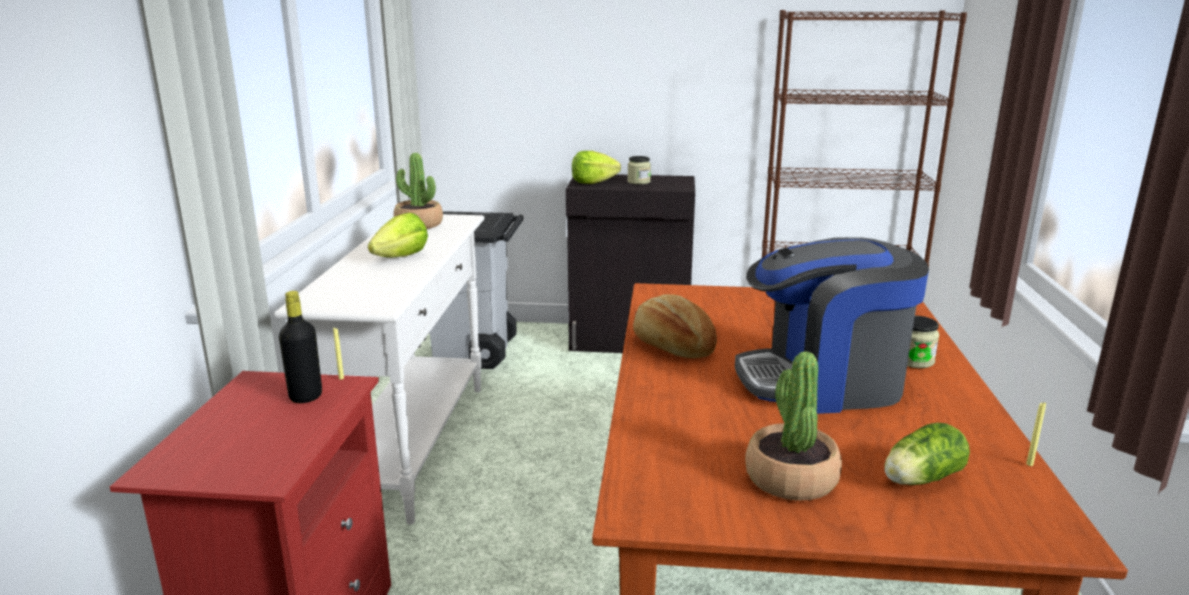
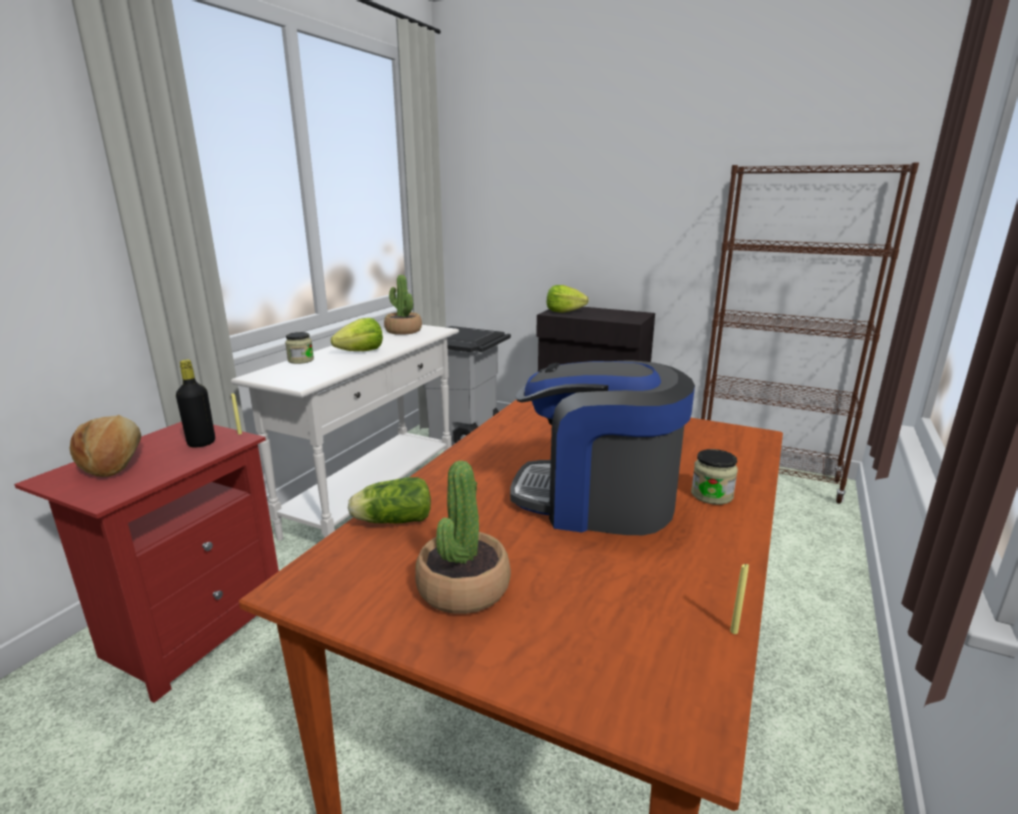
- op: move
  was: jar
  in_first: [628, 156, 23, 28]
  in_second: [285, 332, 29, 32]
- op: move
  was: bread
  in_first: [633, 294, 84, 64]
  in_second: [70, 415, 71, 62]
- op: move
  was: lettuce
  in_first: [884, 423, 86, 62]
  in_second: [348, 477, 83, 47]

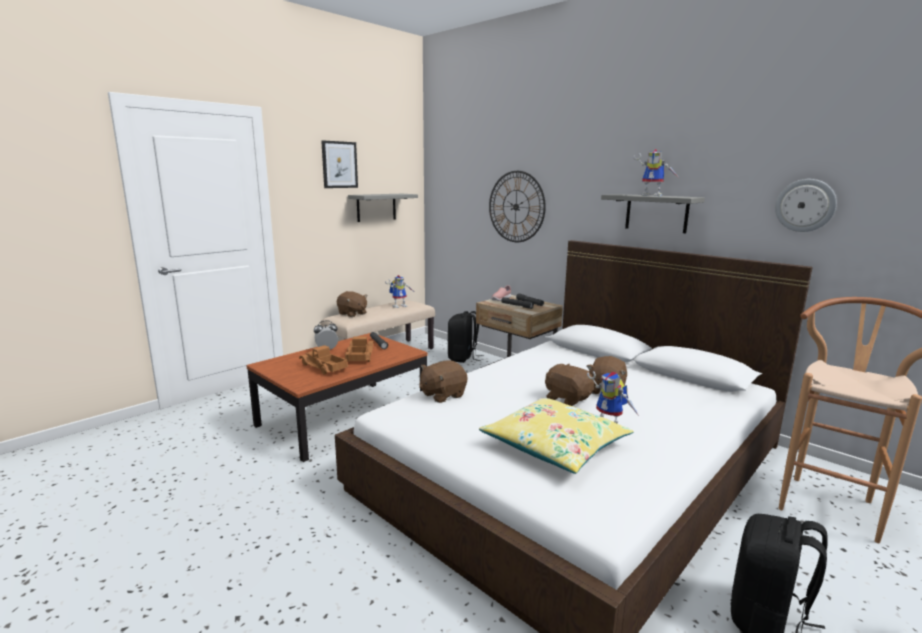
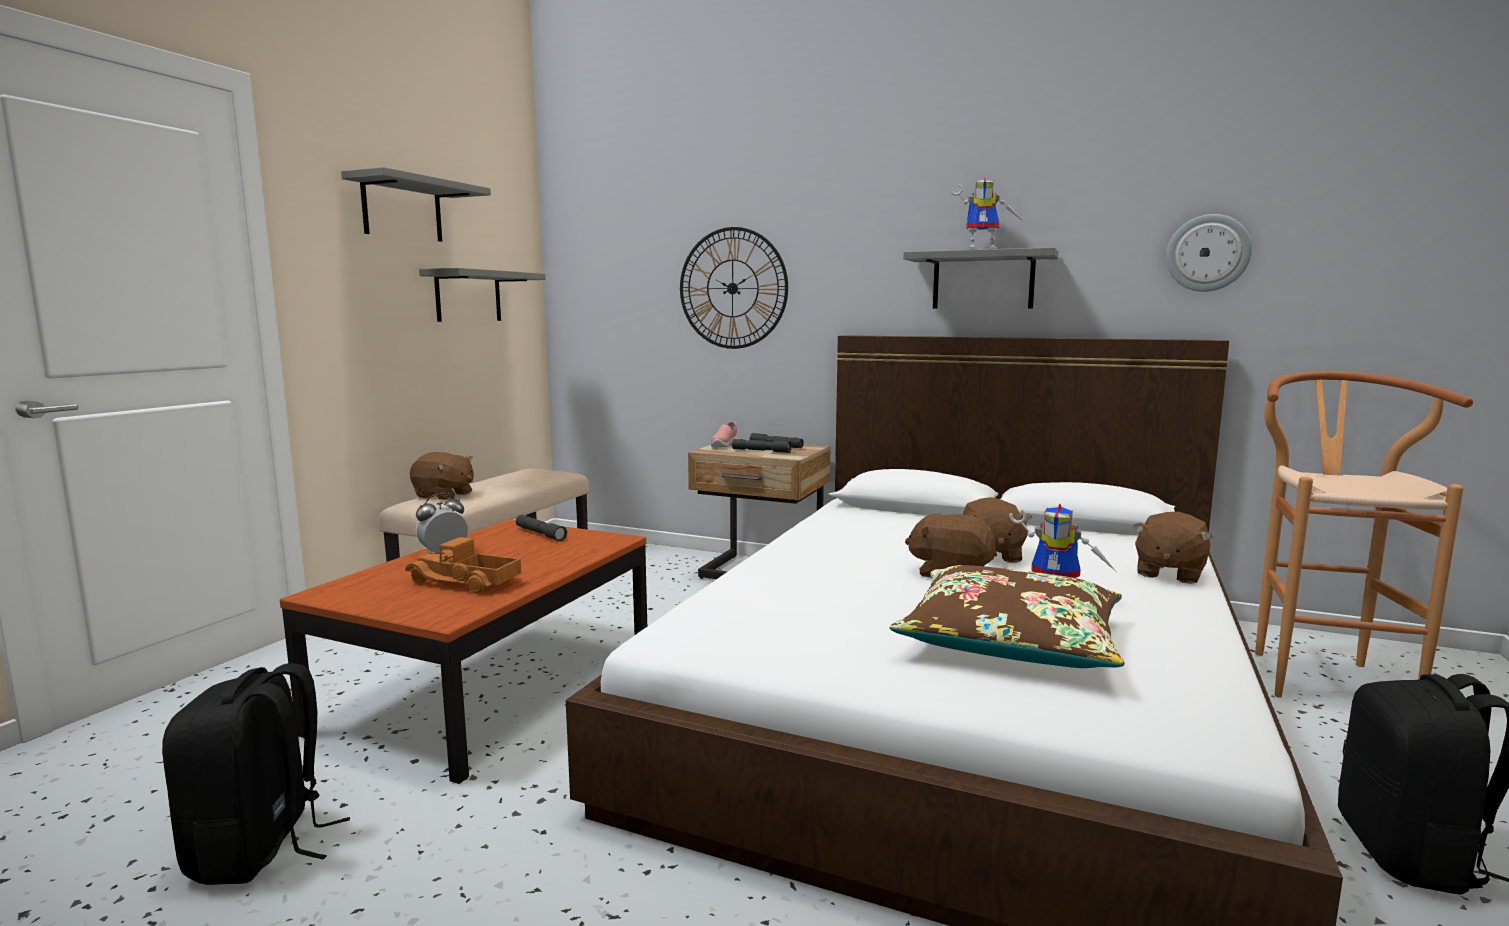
- op: replace
  was: picture
  now: grey shelf
  in_first: [321, 140, 37, 48]
  in_second: [341, 167, 150, 75]
- op: delete
  was: toy robot
  in_first: [385, 275, 28, 33]
- op: move
  was: black backpack
  in_first: [448, 311, 36, 52]
  in_second: [162, 663, 188, 222]
- op: delete
  was: toy truck
  in_first: [345, 336, 29, 26]
- op: move
  was: brown plush toy
  in_first: [419, 360, 49, 43]
  in_second: [1133, 512, 79, 72]
- op: recolor
  was: yellow pillow
  now: brown pillow
  in_first: [479, 398, 155, 76]
  in_second: [890, 565, 235, 103]

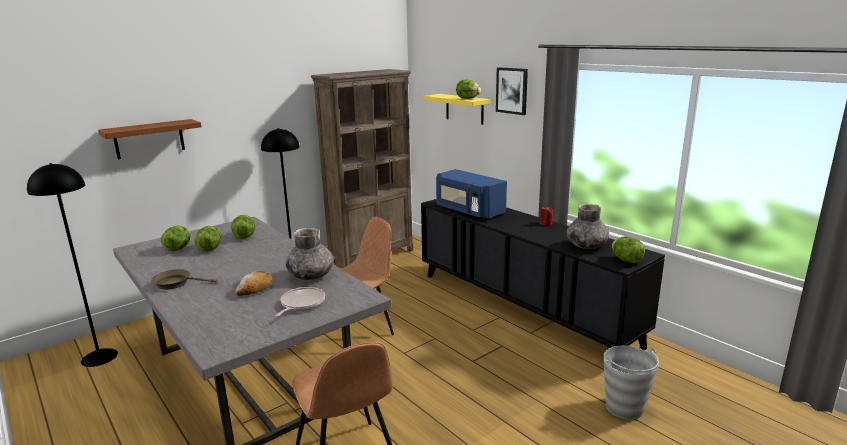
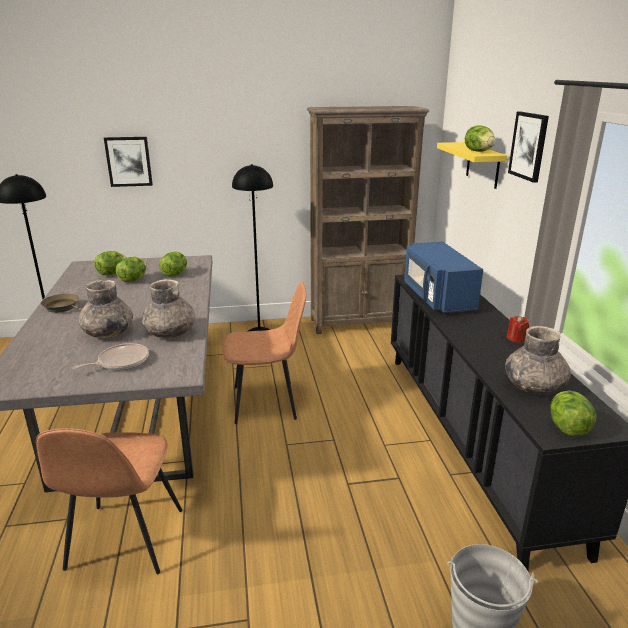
- op: replace
  was: brown shelf
  now: picture
  in_first: [98, 119, 103, 40]
  in_second: [104, 137, 49, 50]
- op: replace
  was: bread
  now: grey vase
  in_first: [235, 271, 38, 25]
  in_second: [78, 280, 55, 58]

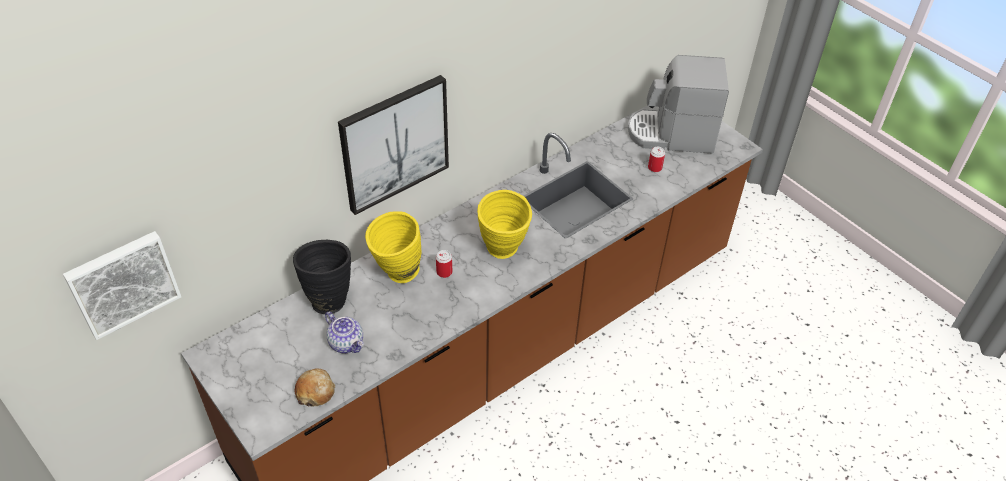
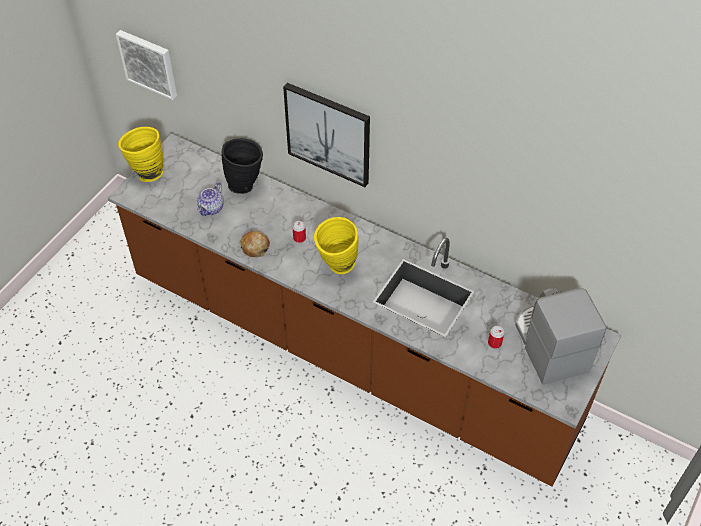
- op: move
  was: yellow vase
  in_first: [365, 211, 56, 72]
  in_second: [118, 127, 45, 55]
- op: move
  was: bread
  in_first: [294, 369, 41, 37]
  in_second: [239, 231, 31, 26]

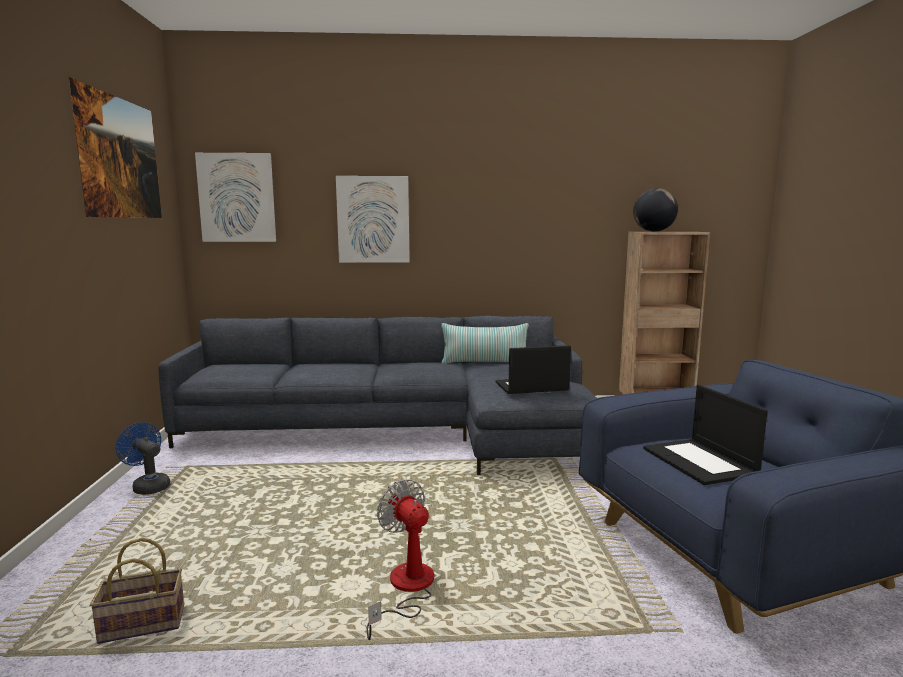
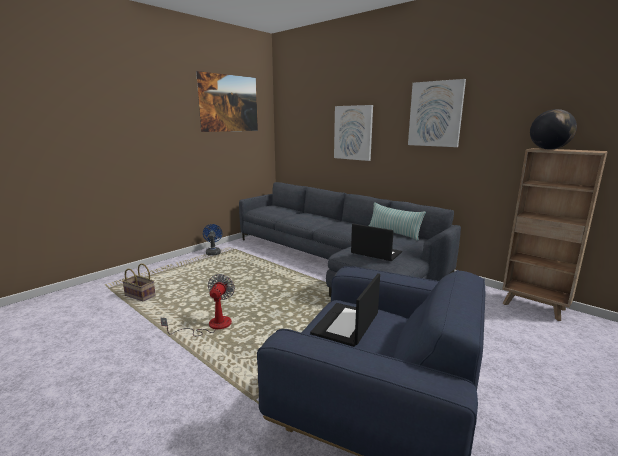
- op: move
  was: picture
  in_first: [195, 153, 81, 89]
  in_second: [408, 79, 58, 68]

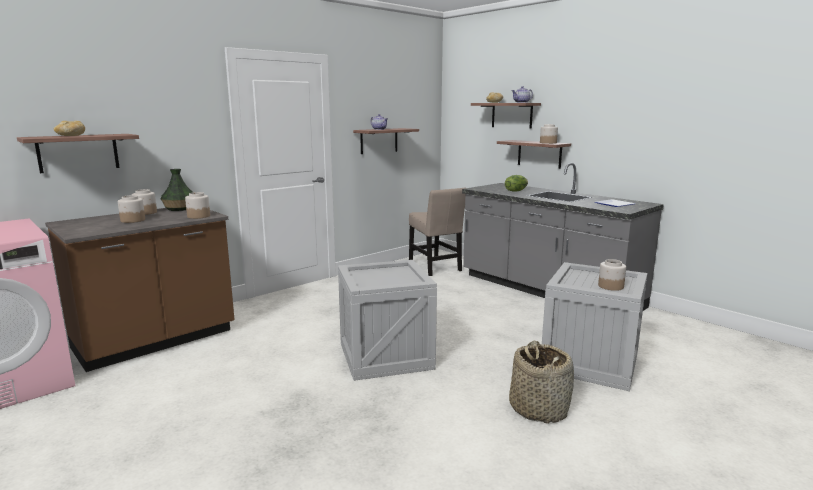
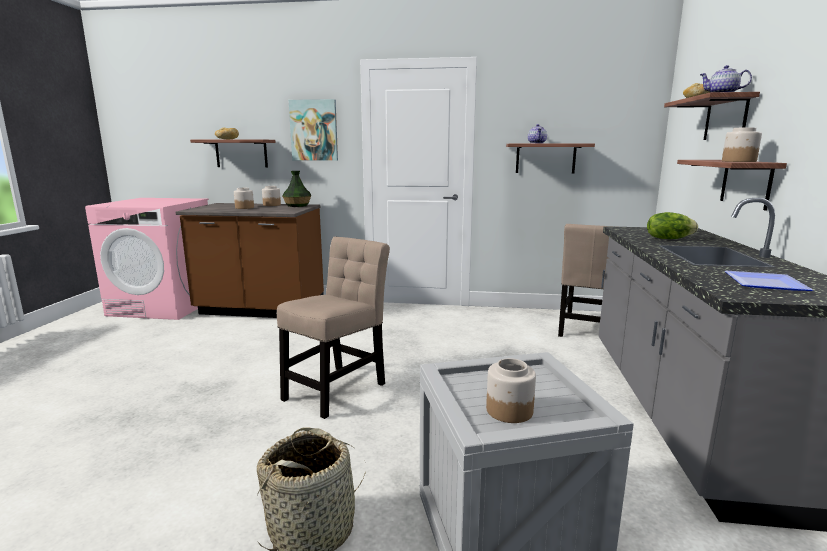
- op: delete
  was: jar
  in_first: [185, 192, 25, 27]
- op: replace
  was: crate
  now: beige chair
  in_first: [338, 260, 99, 121]
  in_second: [277, 237, 113, 182]
- op: insert
  now: picture
  in_second: [288, 99, 50, 62]

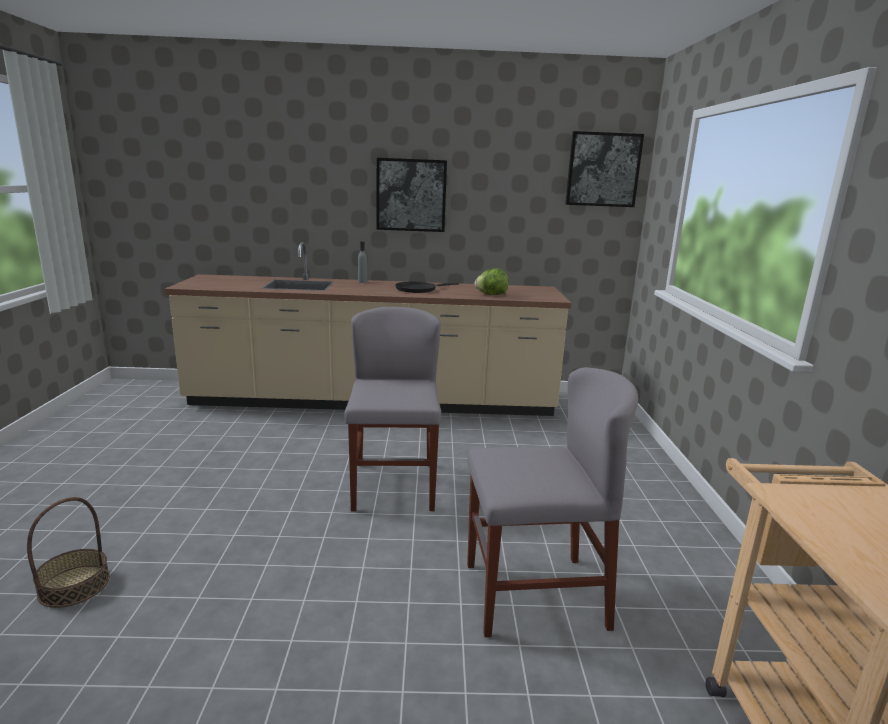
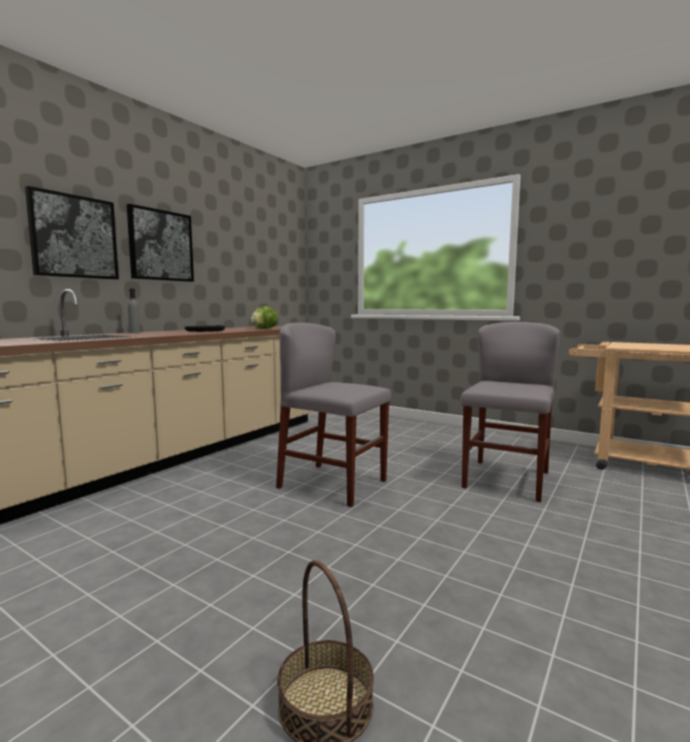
- op: move
  was: picture
  in_first: [565, 131, 79, 76]
  in_second: [25, 186, 94, 94]

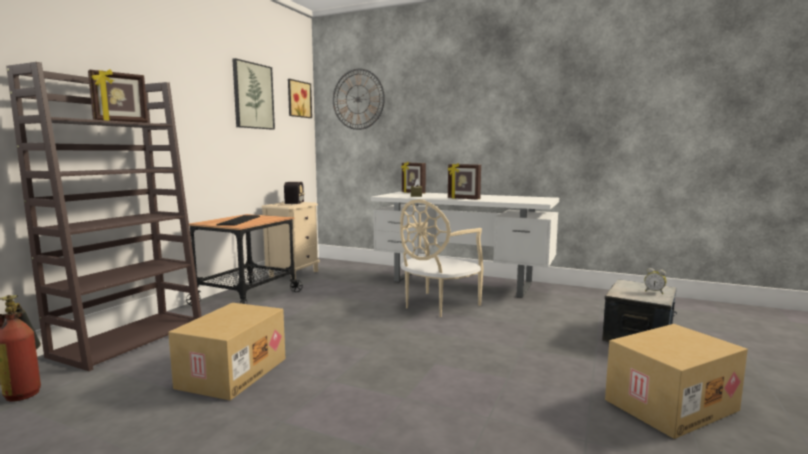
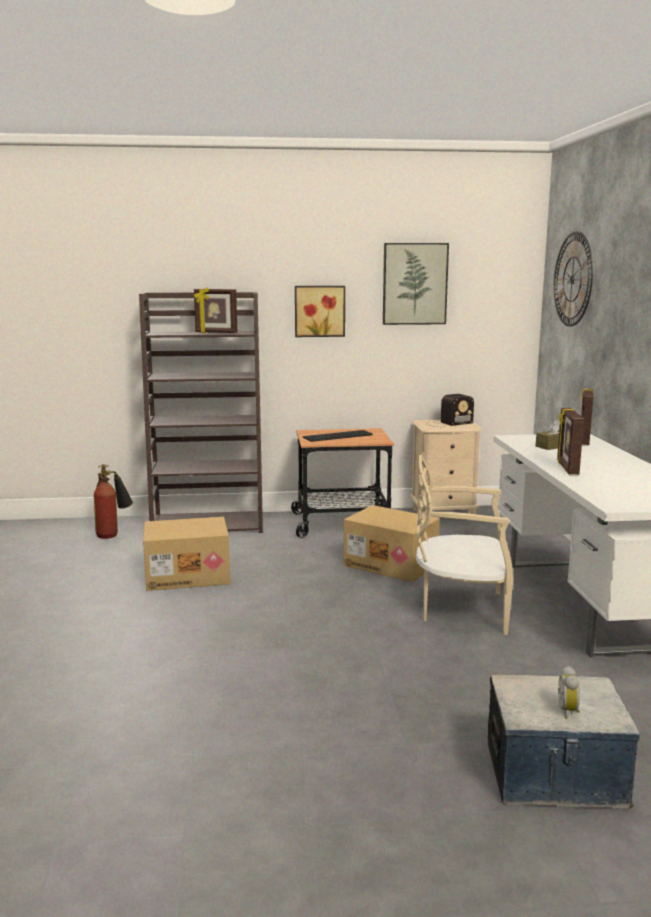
- op: move
  was: picture
  in_first: [288, 79, 24, 39]
  in_second: [295, 286, 50, 51]
- op: move
  was: cardboard box
  in_first: [605, 324, 143, 115]
  in_second: [344, 505, 96, 78]

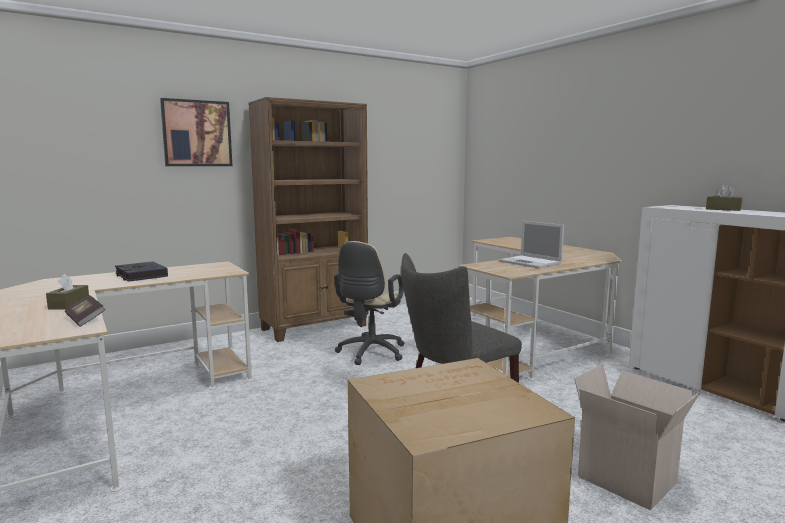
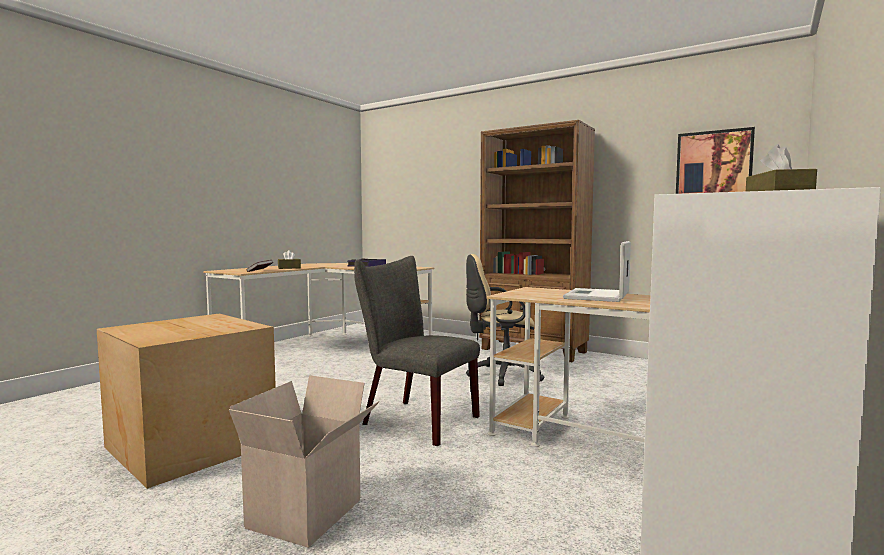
- op: move
  was: picture
  in_first: [160, 98, 72, 68]
  in_second: [676, 127, 79, 67]

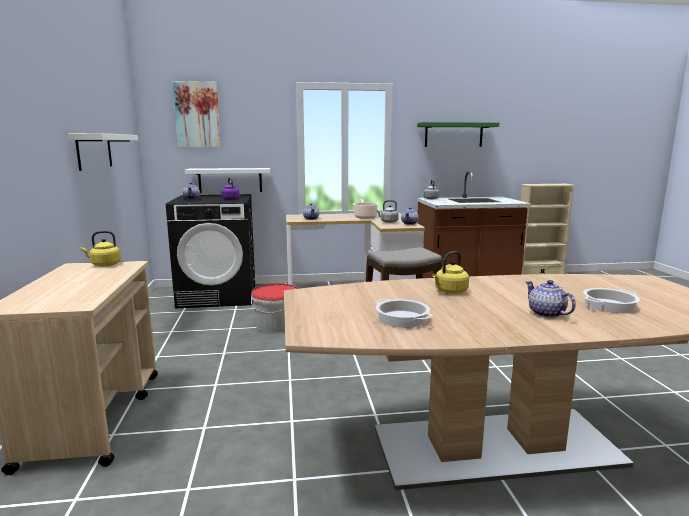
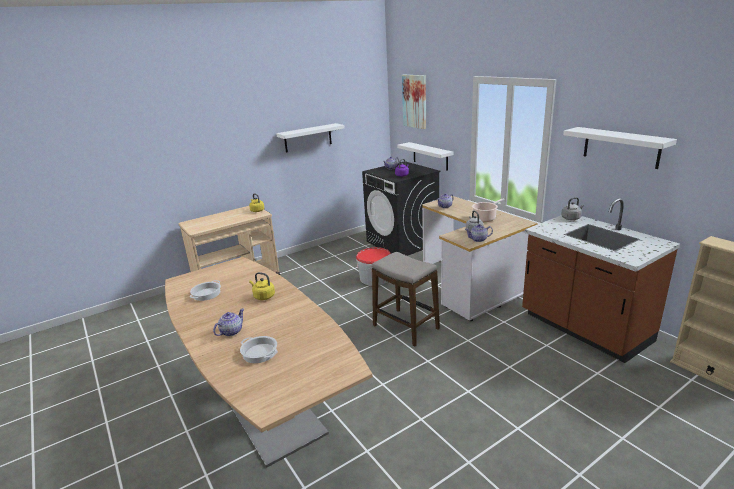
- op: recolor
  was: green shelf
  now: white shelf
  in_first: [417, 122, 82, 25]
  in_second: [563, 127, 114, 42]

